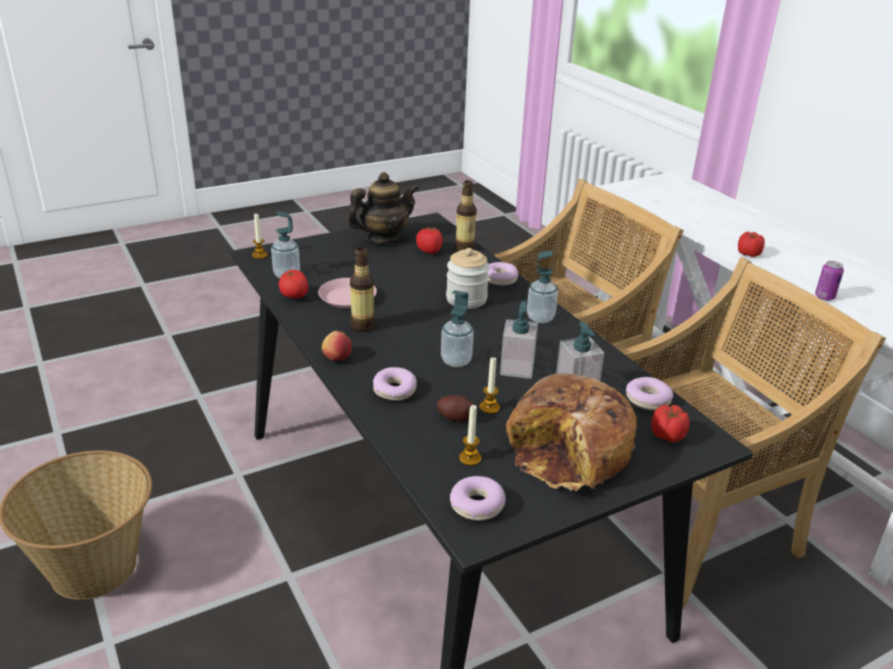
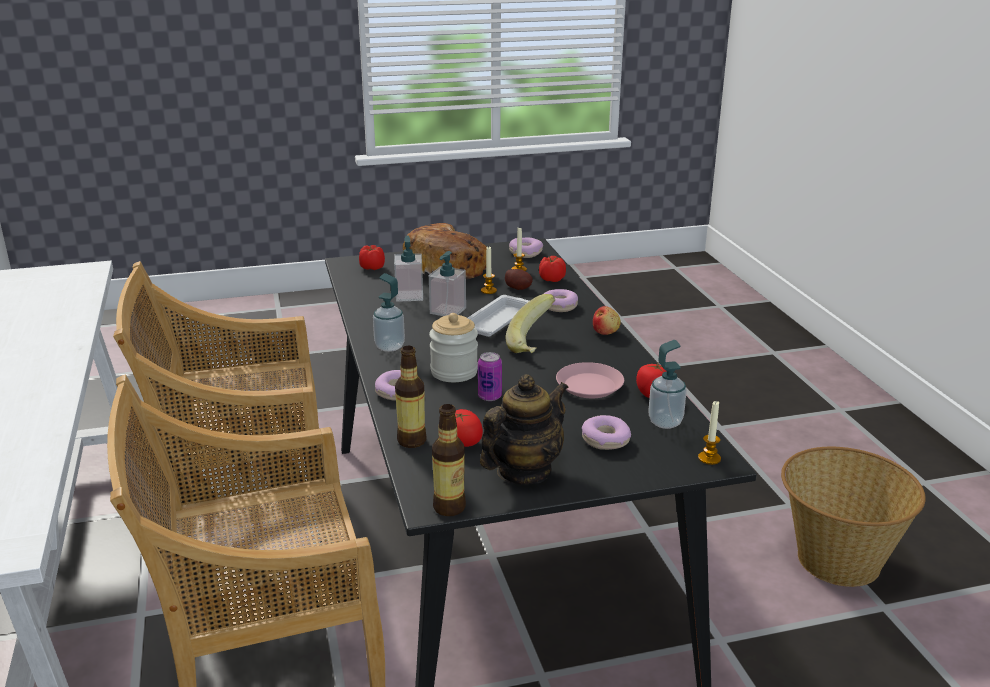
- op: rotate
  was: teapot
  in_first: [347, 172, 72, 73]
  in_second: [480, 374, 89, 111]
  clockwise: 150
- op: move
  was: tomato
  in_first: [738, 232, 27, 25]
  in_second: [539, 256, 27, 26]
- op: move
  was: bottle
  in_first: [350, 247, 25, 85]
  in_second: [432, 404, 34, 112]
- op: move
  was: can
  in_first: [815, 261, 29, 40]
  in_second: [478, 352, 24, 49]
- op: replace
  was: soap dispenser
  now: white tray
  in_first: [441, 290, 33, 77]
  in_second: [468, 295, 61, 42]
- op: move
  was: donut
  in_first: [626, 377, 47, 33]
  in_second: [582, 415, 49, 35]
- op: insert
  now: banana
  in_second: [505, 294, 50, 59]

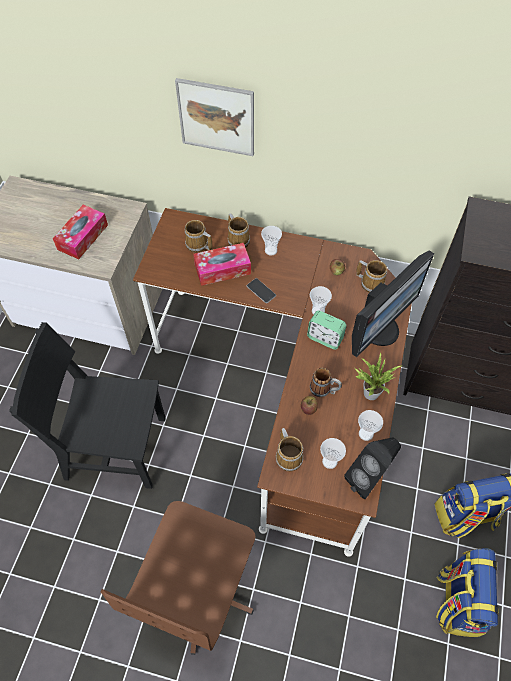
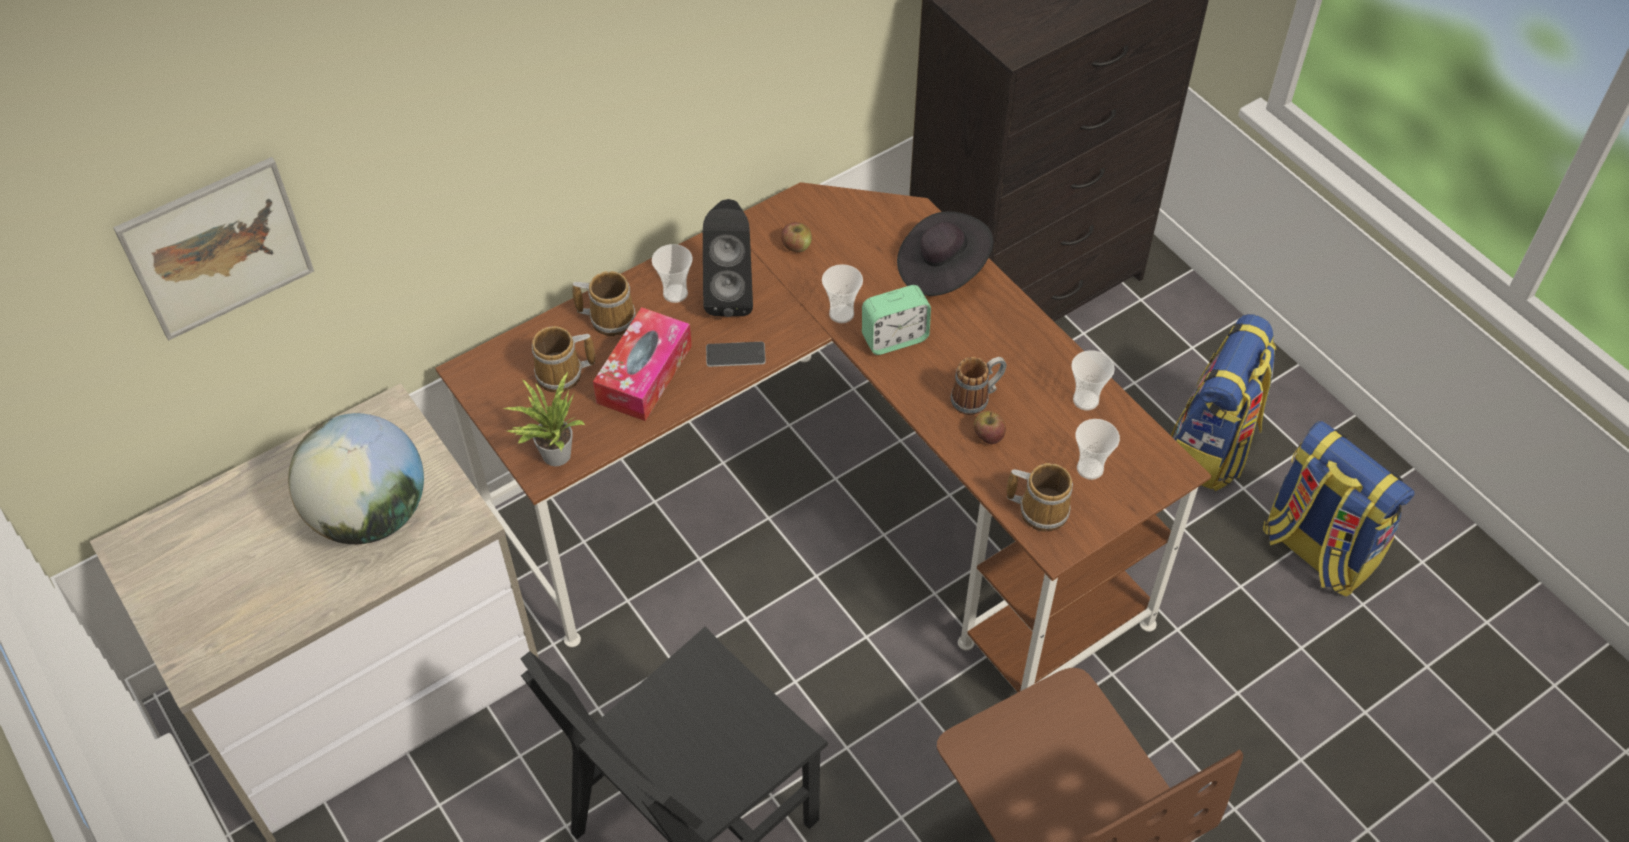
- op: move
  was: picture
  in_first: [175, 78, 79, 78]
  in_second: [113, 157, 201, 183]
- op: replace
  was: tissue box
  now: globe
  in_first: [53, 205, 55, 54]
  in_second: [288, 413, 136, 131]
- op: replace
  was: monitor
  now: black hat
  in_first: [352, 250, 82, 108]
  in_second: [897, 211, 96, 85]
- op: delete
  was: mug
  in_first: [356, 260, 31, 33]
- op: move
  was: potted plant
  in_first: [355, 352, 48, 48]
  in_second: [502, 372, 84, 94]
- op: move
  was: black speaker
  in_first: [344, 437, 57, 62]
  in_second: [703, 199, 50, 118]

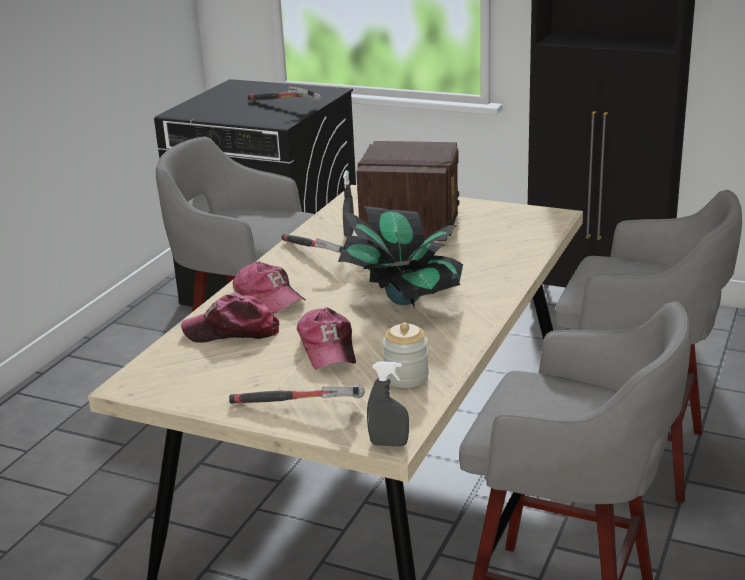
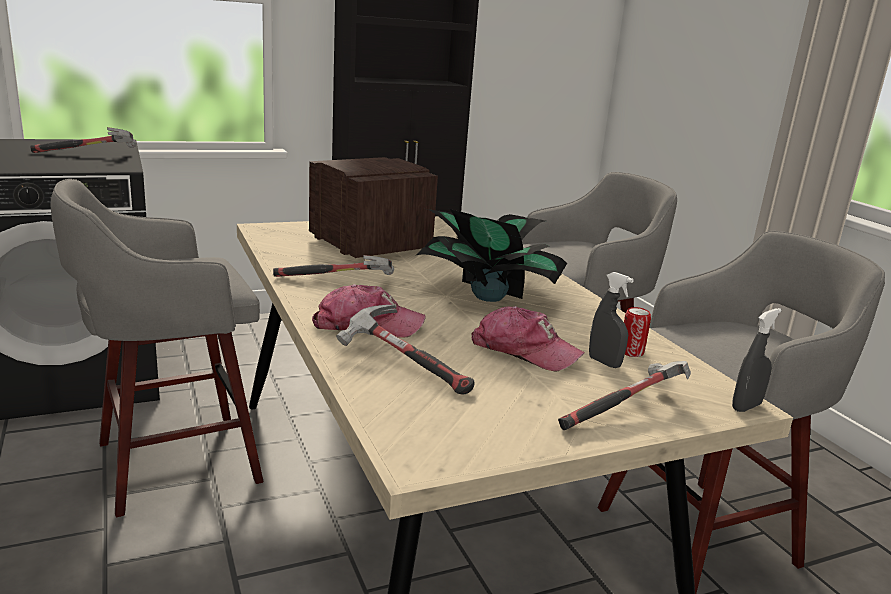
- op: move
  was: grey spray bottle
  in_first: [343, 170, 11, 67]
  in_second: [589, 272, 45, 96]
- op: replace
  was: cap
  now: hammer
  in_first: [181, 294, 99, 49]
  in_second: [336, 305, 139, 89]
- op: replace
  was: jar
  now: can
  in_first: [382, 322, 47, 66]
  in_second: [624, 307, 27, 50]

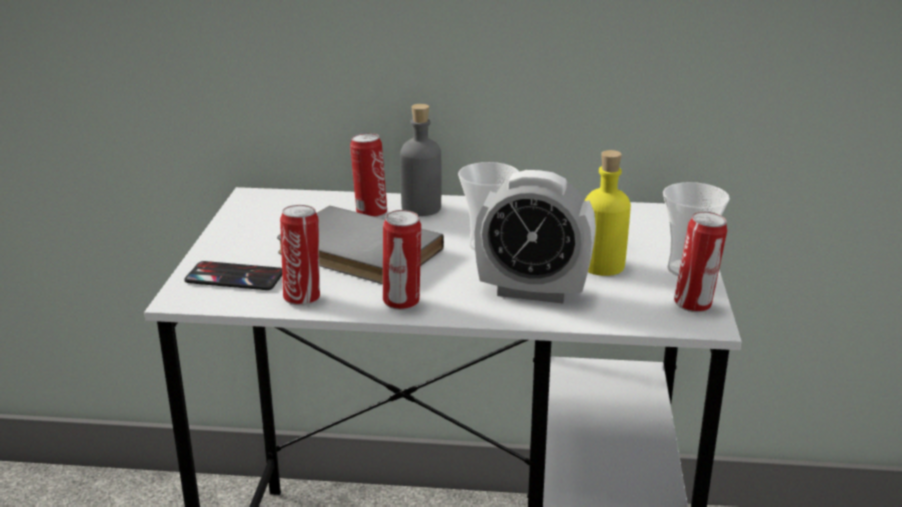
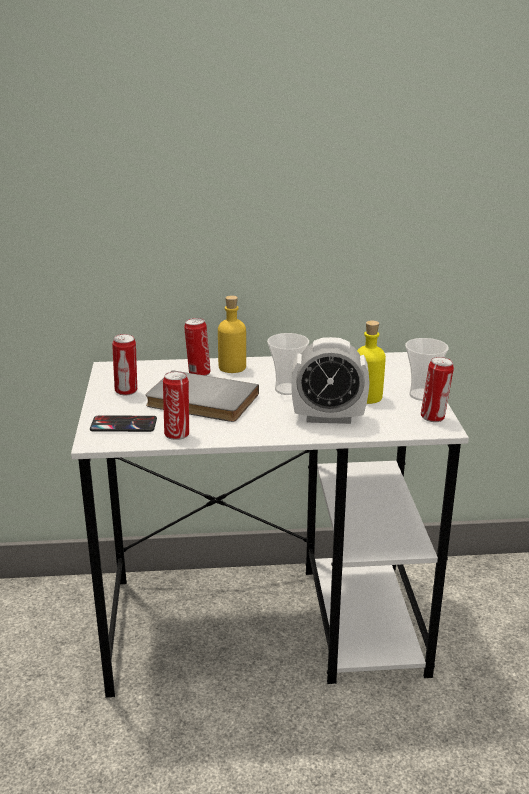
- op: recolor
  was: grey bottle
  now: yellow bottle
  in_first: [400, 104, 41, 112]
  in_second: [218, 295, 28, 78]
- op: move
  was: can
  in_first: [383, 210, 38, 100]
  in_second: [112, 334, 25, 62]

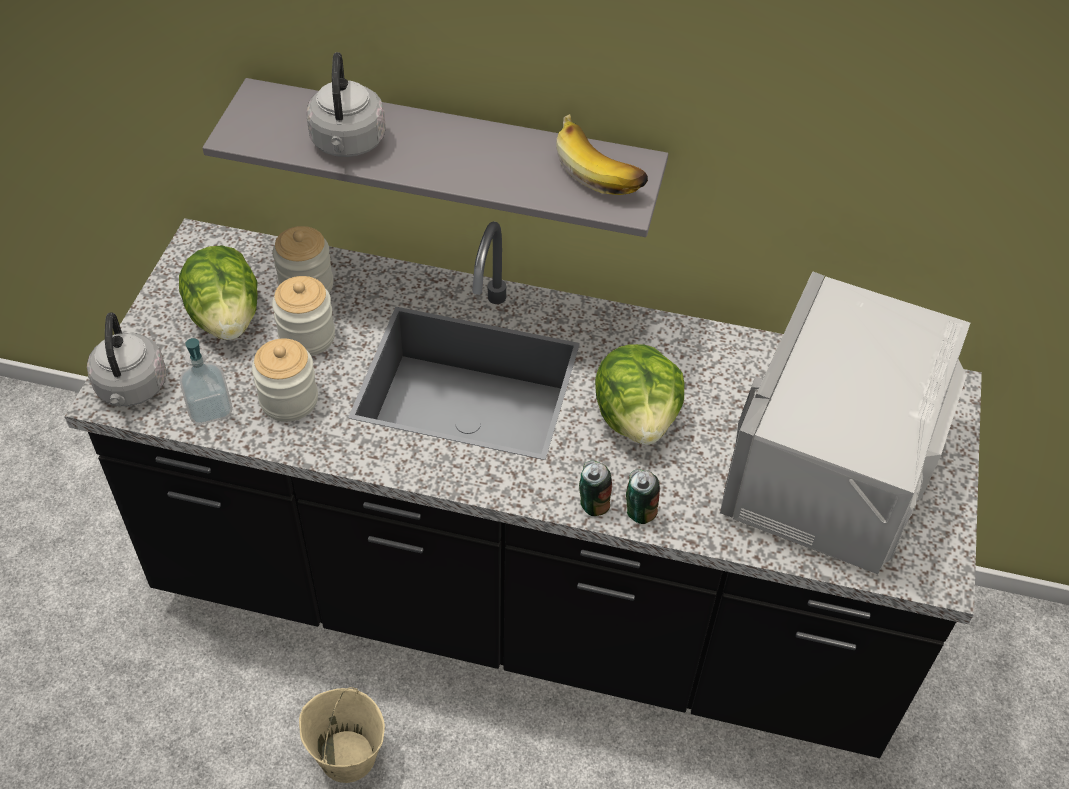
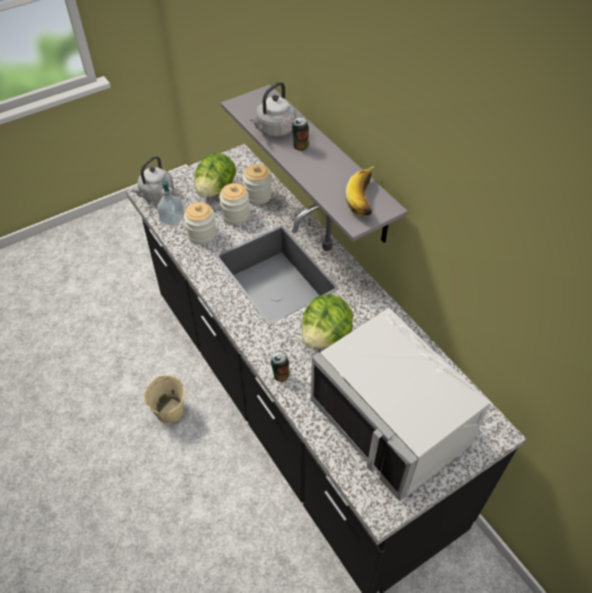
- op: rotate
  was: grey microwave
  in_first: [720, 271, 250, 303]
  in_second: [310, 308, 181, 193]
  clockwise: -105
- op: move
  was: can
  in_first: [579, 461, 33, 55]
  in_second: [292, 117, 17, 34]

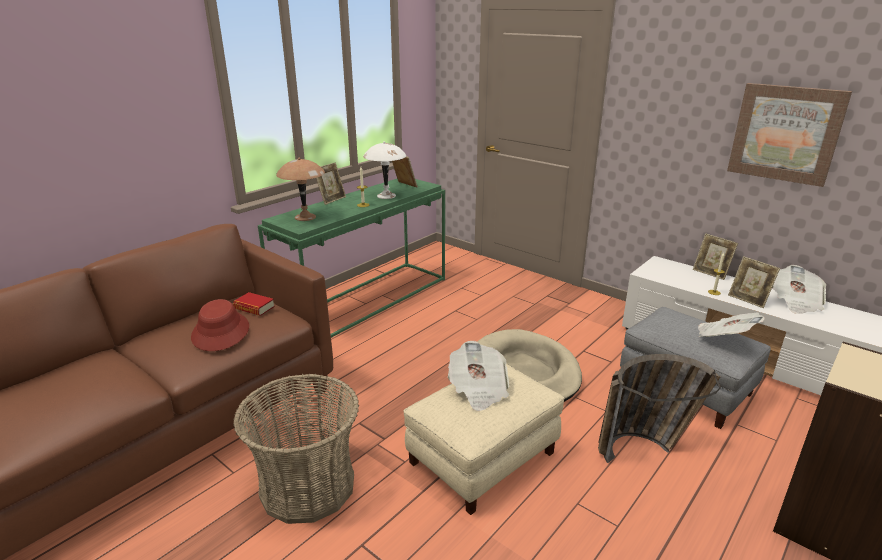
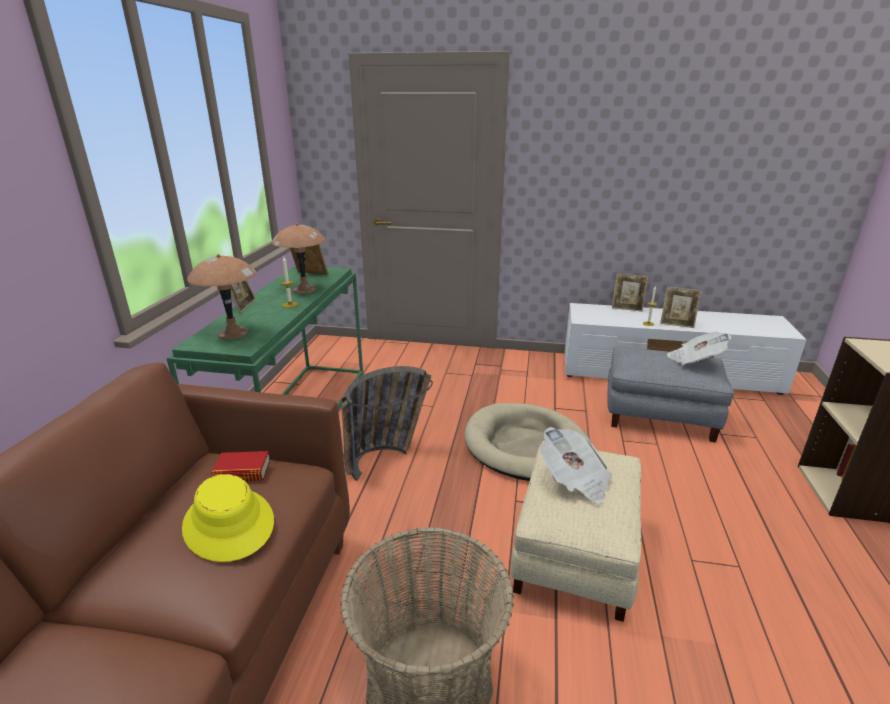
- op: delete
  was: picture
  in_first: [727, 83, 125, 104]
- op: recolor
  was: white table lamp
  now: brown table lamp
  in_first: [363, 141, 43, 58]
  in_second: [272, 223, 54, 71]
- op: delete
  was: newspaper
  in_first: [772, 265, 54, 49]
- op: recolor
  was: red hat
  now: yellow hat
  in_first: [191, 299, 58, 52]
  in_second: [182, 474, 92, 88]
- op: move
  was: basket
  in_first: [598, 354, 123, 109]
  in_second: [342, 366, 91, 115]

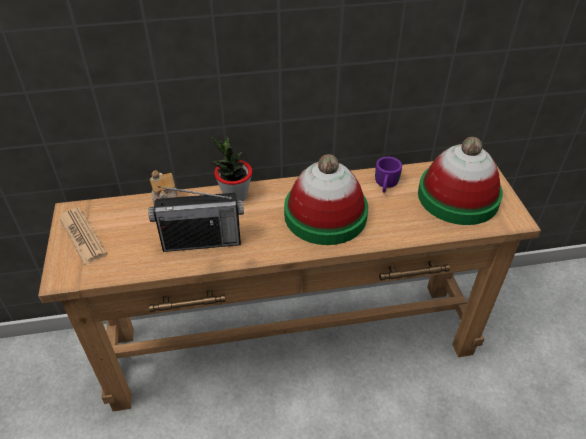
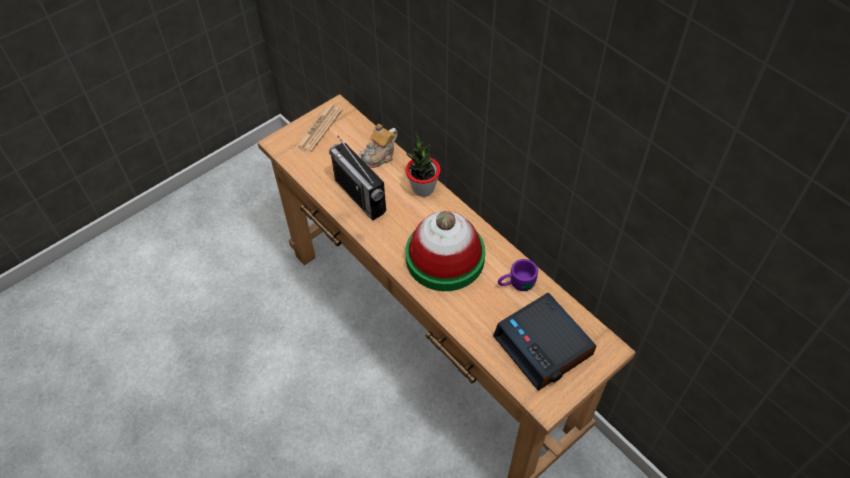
- op: replace
  was: hat
  now: alarm clock
  in_first: [418, 137, 85, 88]
  in_second: [493, 293, 103, 98]

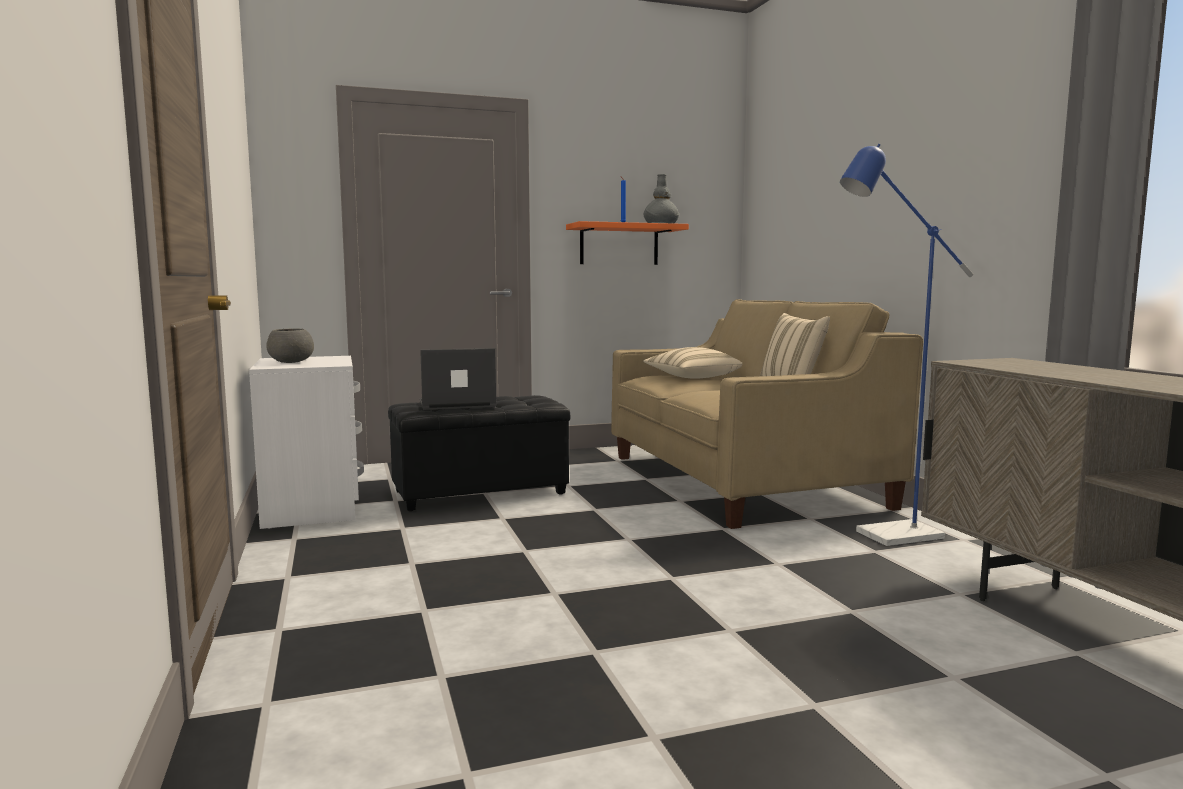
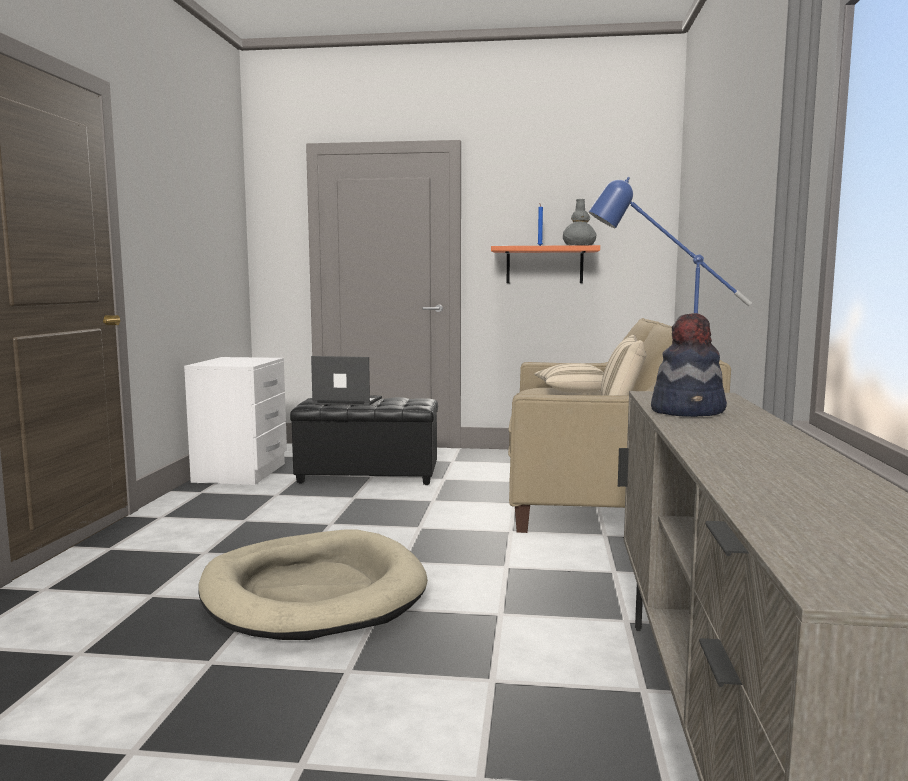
- op: delete
  was: grey bowl
  in_first: [266, 329, 48, 34]
- op: insert
  now: hat
  in_second: [651, 313, 76, 104]
- op: insert
  now: beige dog bed
  in_second: [198, 529, 230, 111]

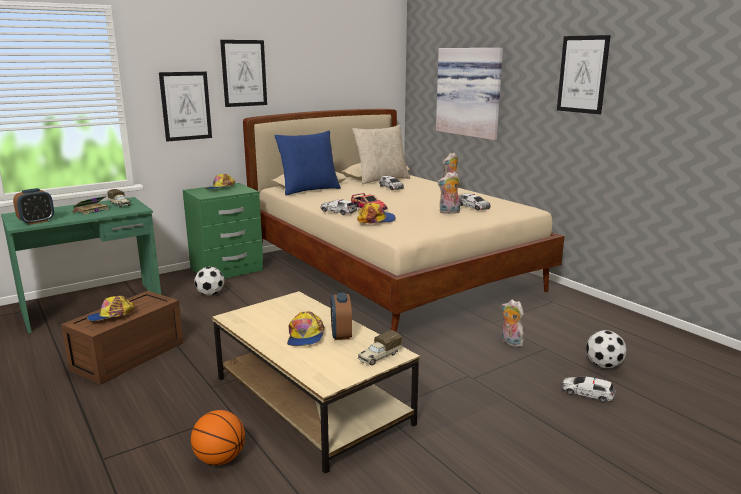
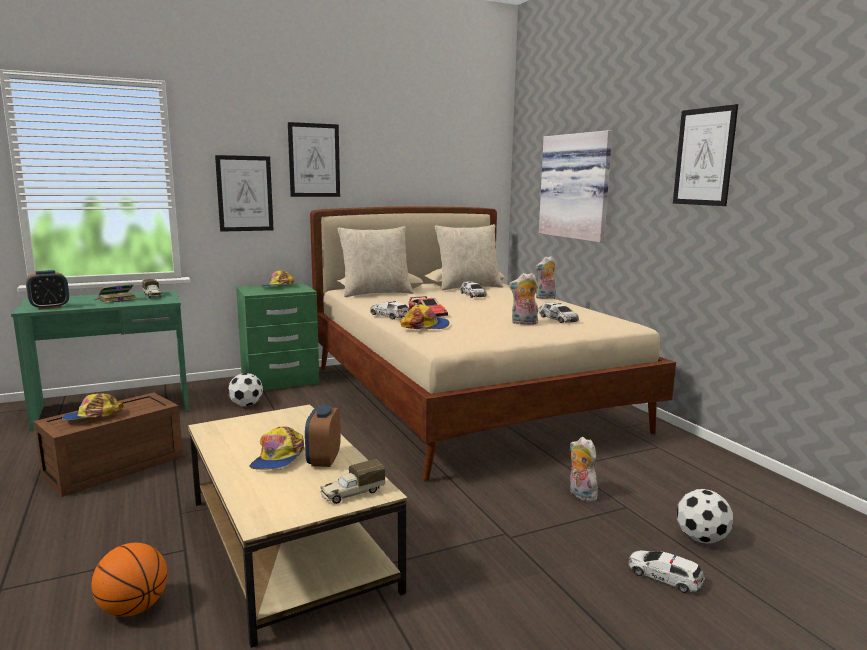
- op: recolor
  was: blue pillow
  now: beige pillow
  in_first: [274, 130, 67, 65]
  in_second: [337, 226, 77, 71]

